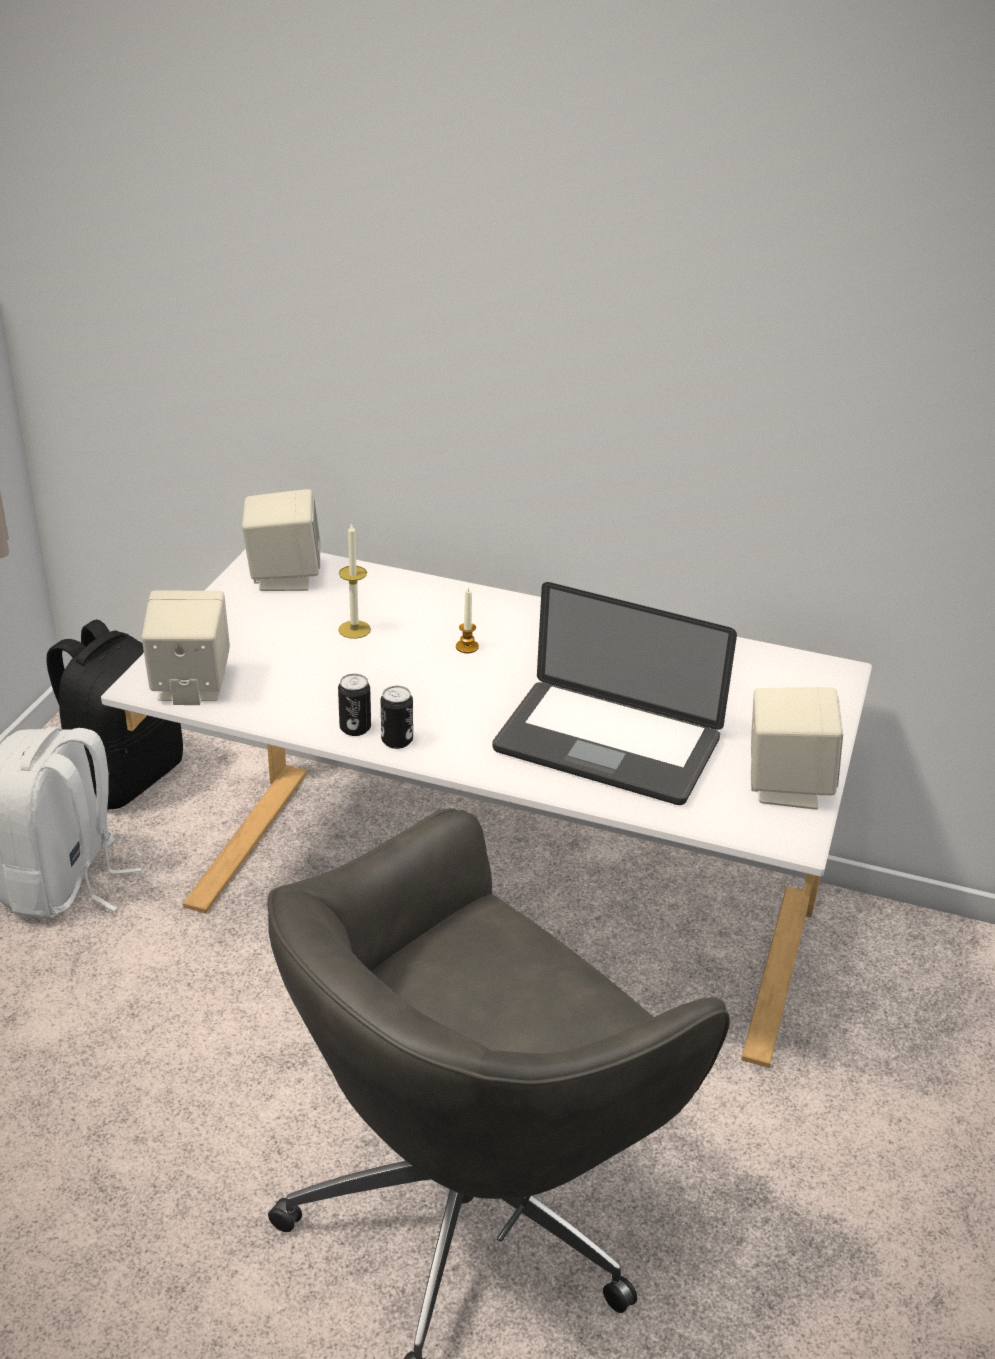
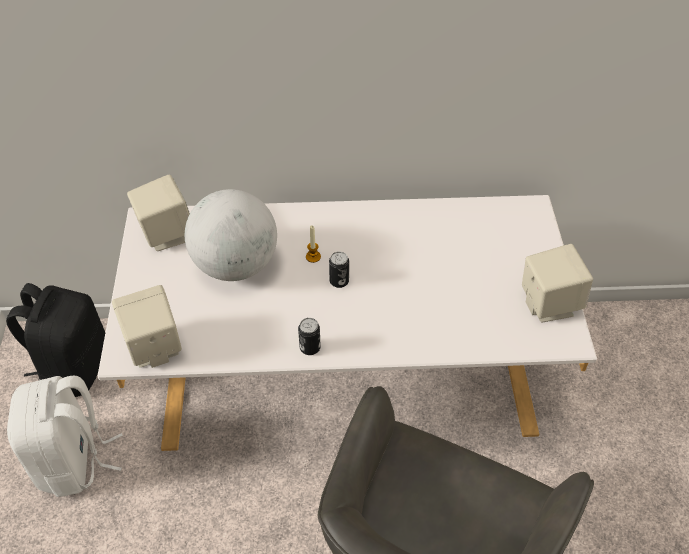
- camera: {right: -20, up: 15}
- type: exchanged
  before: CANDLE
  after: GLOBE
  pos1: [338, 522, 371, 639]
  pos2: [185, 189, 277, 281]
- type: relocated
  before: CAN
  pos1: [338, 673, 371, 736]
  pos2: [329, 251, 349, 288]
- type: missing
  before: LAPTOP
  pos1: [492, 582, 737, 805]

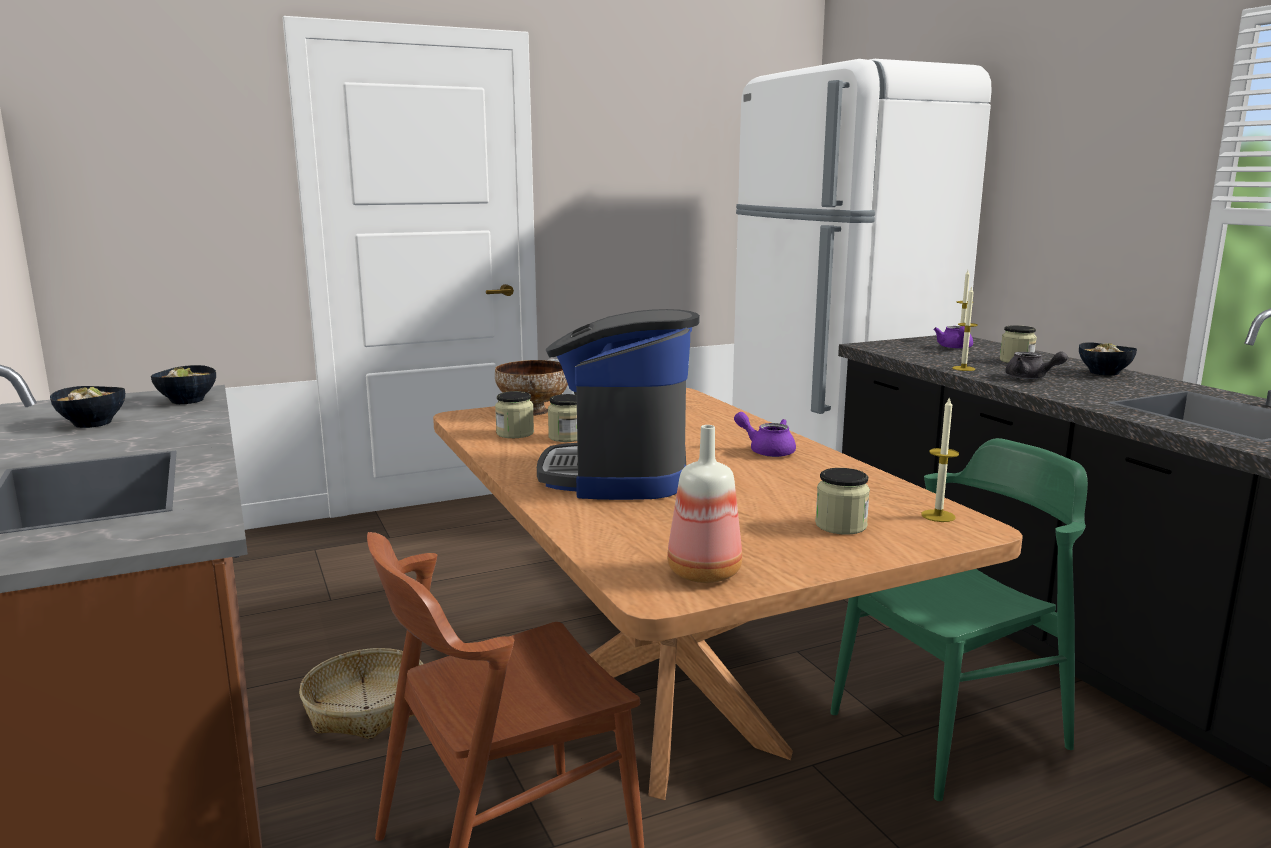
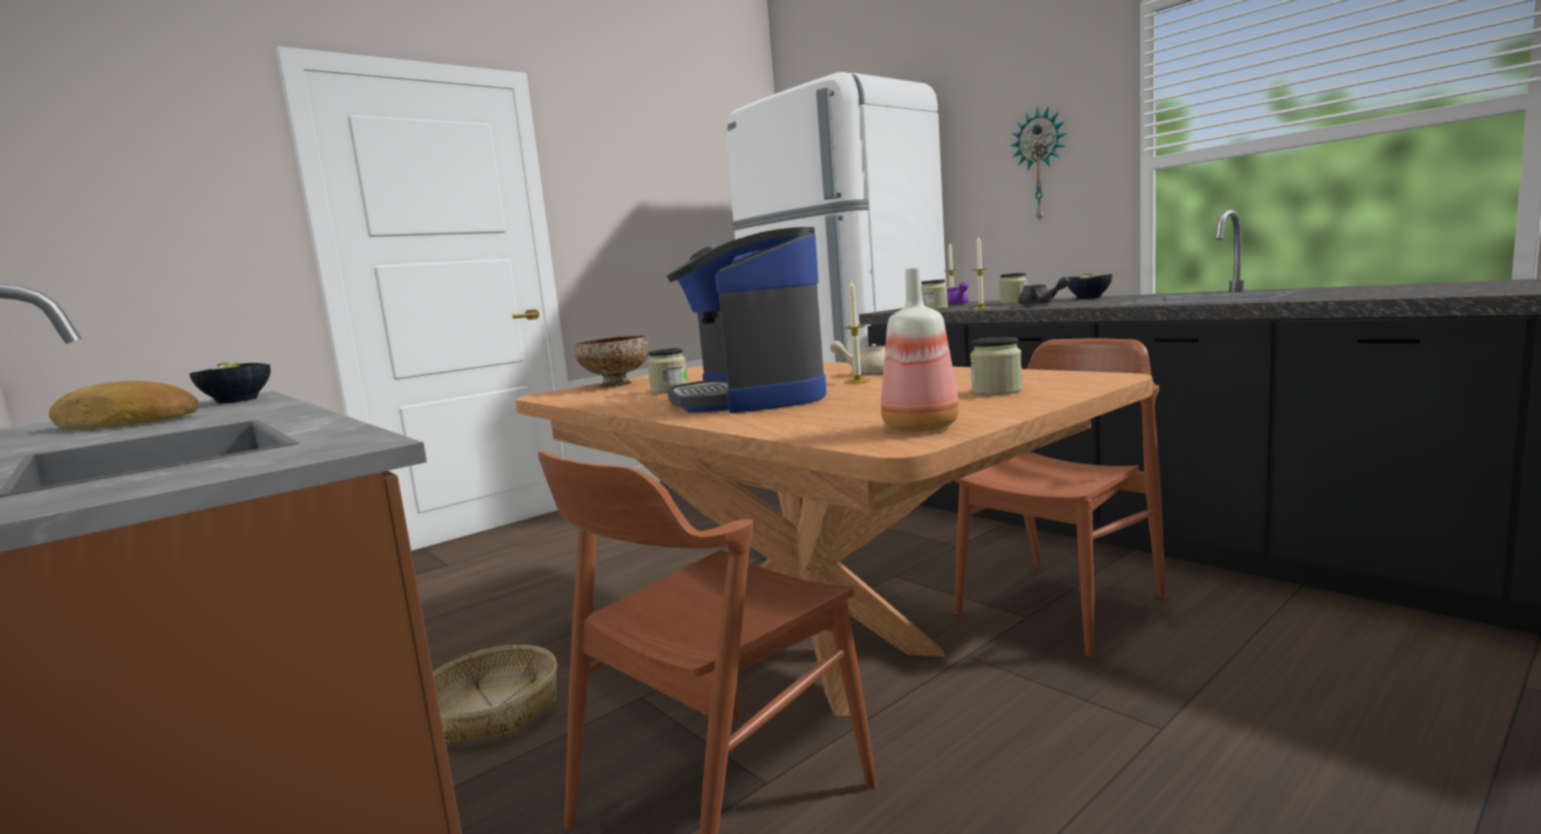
- camera: {right: -15, up: -5}
- type: exchanged
  before: BOWL
  after: BREAD
  pos1: [50, 386, 125, 428]
  pos2: [49, 381, 199, 429]
- type: colour
  before: PURPLE TEAPOT
  after: BEIGE TEAPOT
  pos1: [734, 412, 796, 457]
  pos2: [830, 341, 885, 374]
- type: relocated
  before: CANDLE
  pos1: [921, 396, 959, 522]
  pos2: [843, 280, 871, 384]
- type: relocated
  before: JAR
  pos1: [495, 391, 534, 438]
  pos2: [921, 279, 948, 310]
- type: colour
  before: GREEN CHAIR
  after: BROWN CHAIR
  pos1: [830, 438, 1088, 801]
  pos2: [954, 338, 1166, 657]
- type: appeared
  after: WALL CLOCK
  pos2: [1010, 107, 1067, 223]

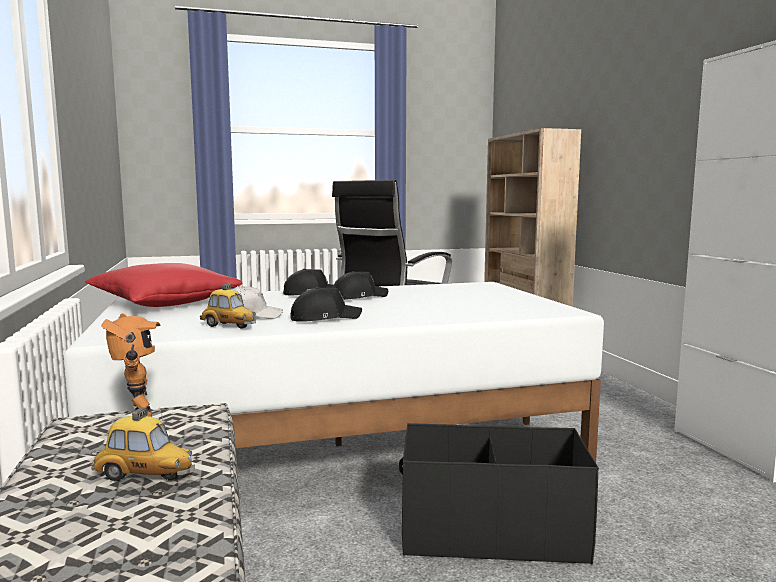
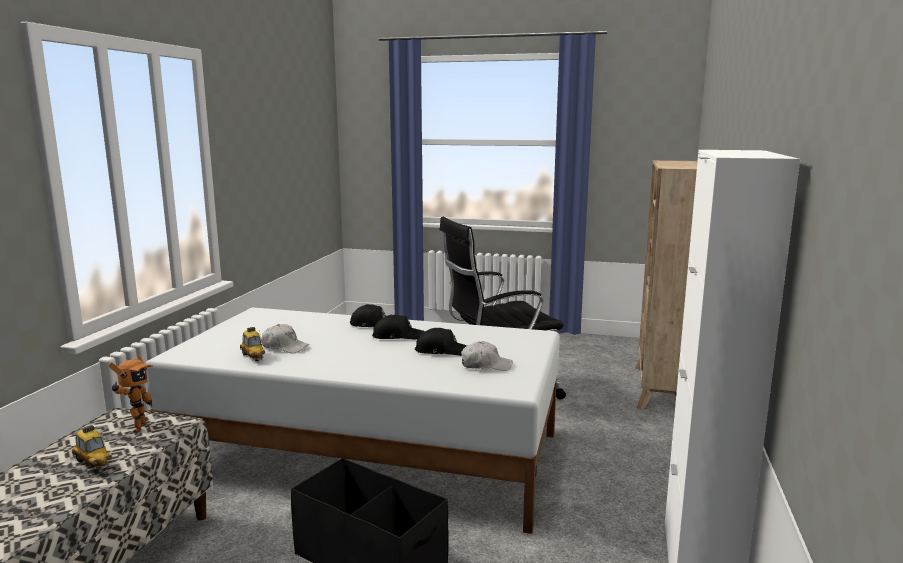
- camera: {right: 30, up: 5}
- type: relocated
  before: BLACK CAP
  pos1: [290, 287, 362, 322]
  pos2: [415, 328, 467, 356]
- type: appeared
  after: WHITE CAP
  pos2: [461, 341, 513, 371]
- type: missing
  before: RED PILLOW
  pos1: [85, 263, 242, 307]

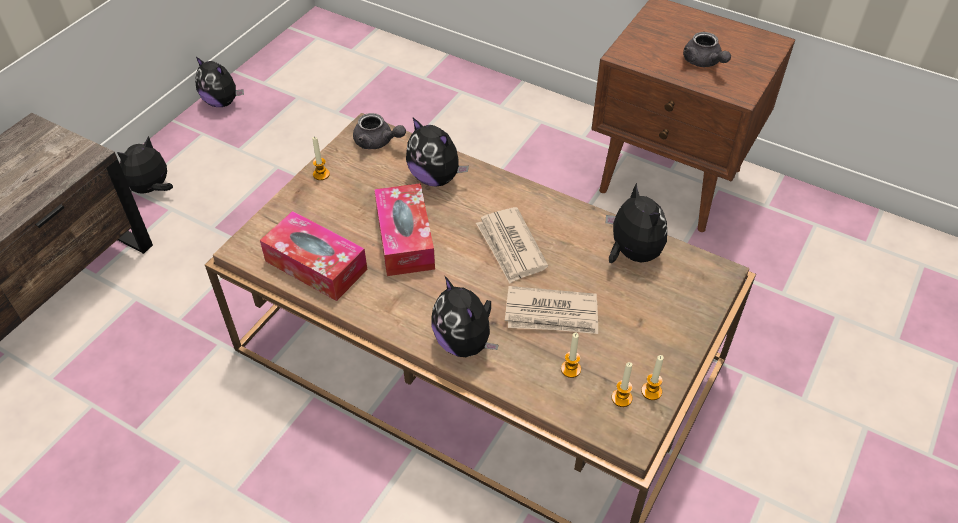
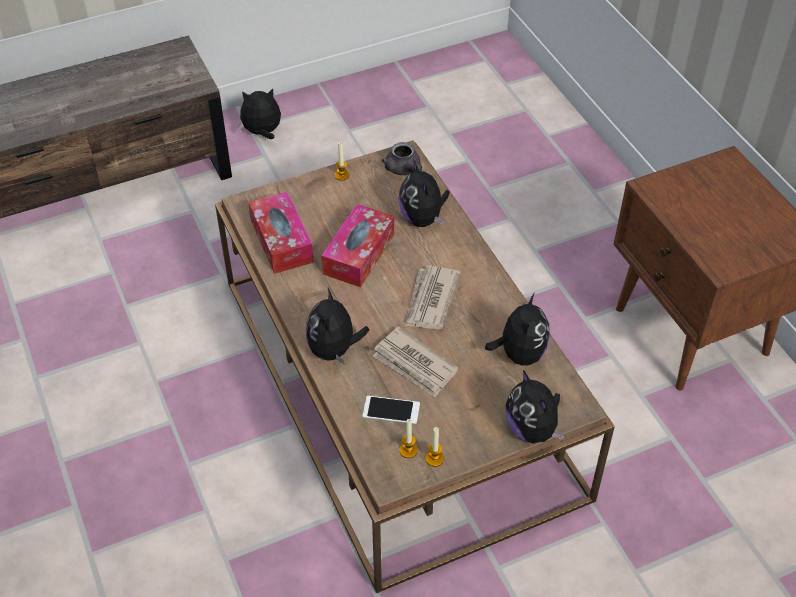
- camera: {right: 35, up: 0}
- type: exchanged
  before: CANDLE
  after: PHONE
  pos1: [561, 332, 581, 378]
  pos2: [363, 396, 420, 424]
- type: relocated
  before: PLUSH TOY
  pos1: [195, 57, 244, 107]
  pos2: [506, 370, 565, 443]
- type: missing
  before: GREY TEAPOT
  pos1: [683, 32, 731, 67]

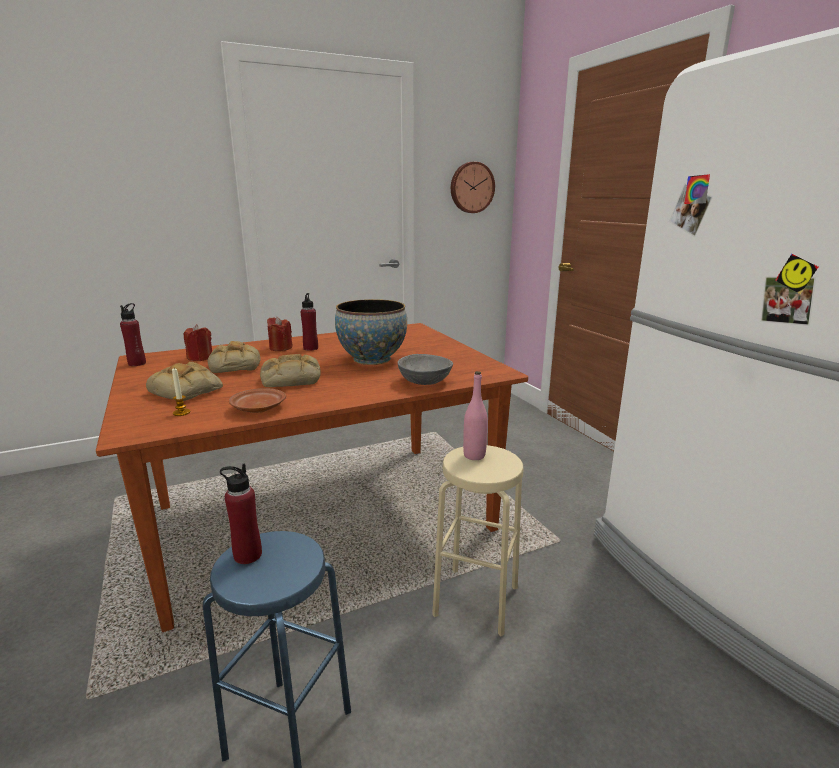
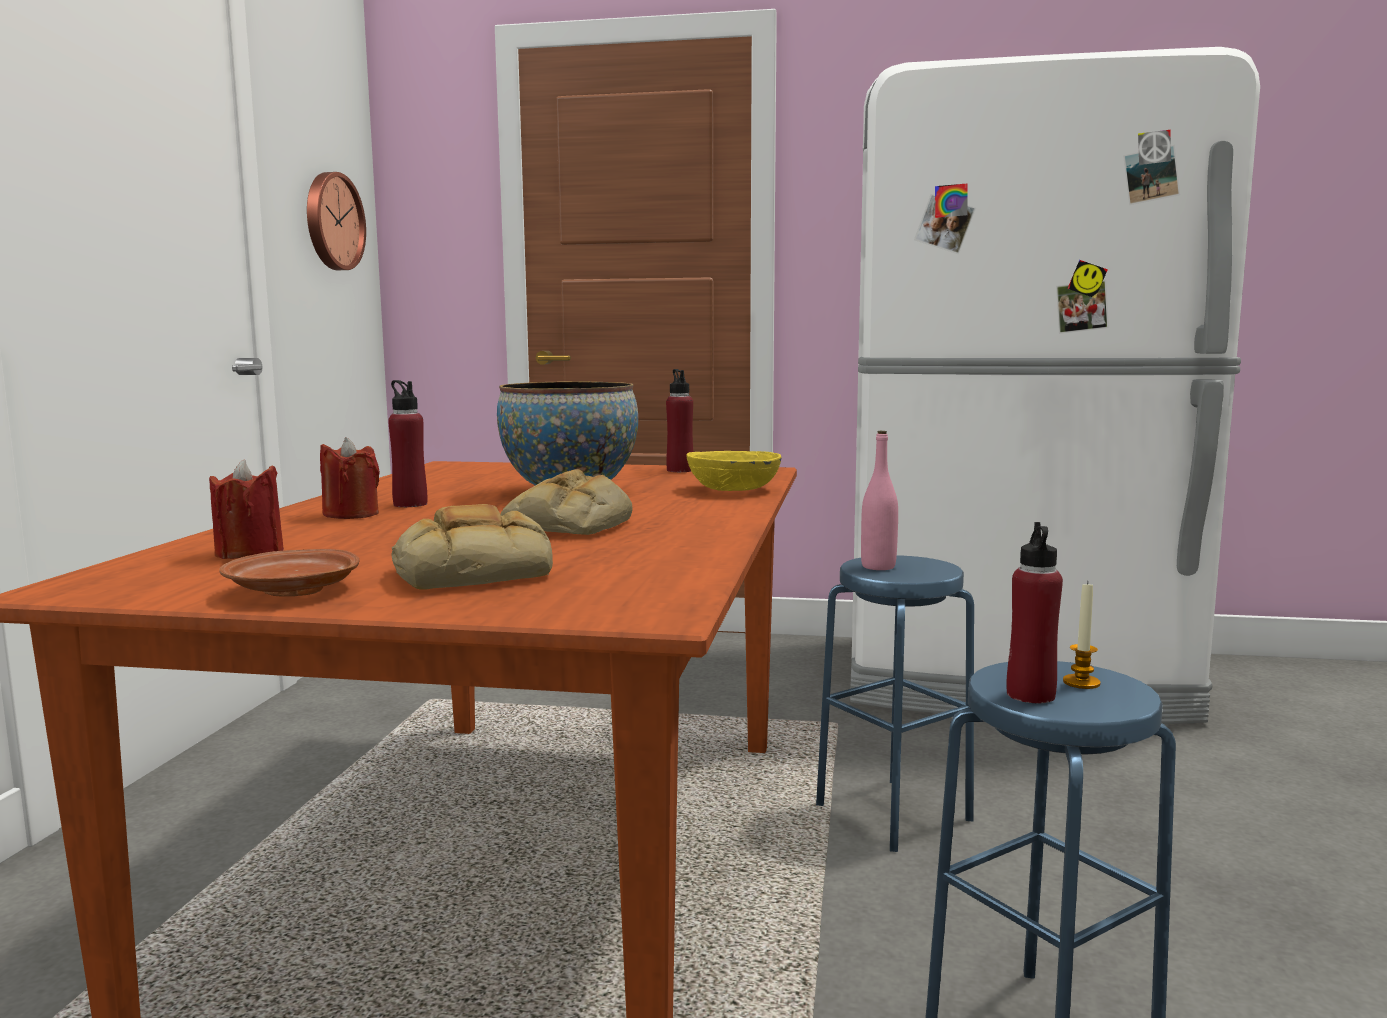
- camera: {right: -55, up: -10}
- type: relocated
  before: BROWN PLATE
  pos1: [229, 388, 286, 413]
  pos2: [219, 549, 360, 597]
- type: relocated
  before: RED BOTTLE
  pos1: [120, 303, 146, 366]
  pos2: [666, 369, 693, 472]
- type: colour
  before: GREY BOWL
  after: YELLOW BOWL
  pos1: [398, 354, 453, 385]
  pos2: [686, 451, 782, 491]
- type: colour
  before: BEIGE STOOL
  after: BLUE STOOL
  pos1: [432, 445, 524, 636]
  pos2: [816, 555, 974, 852]
- type: relocated
  before: CANDLE
  pos1: [172, 368, 190, 416]
  pos2: [1063, 581, 1101, 689]
- type: missing
  before: BREAD
  pos1: [207, 341, 261, 373]

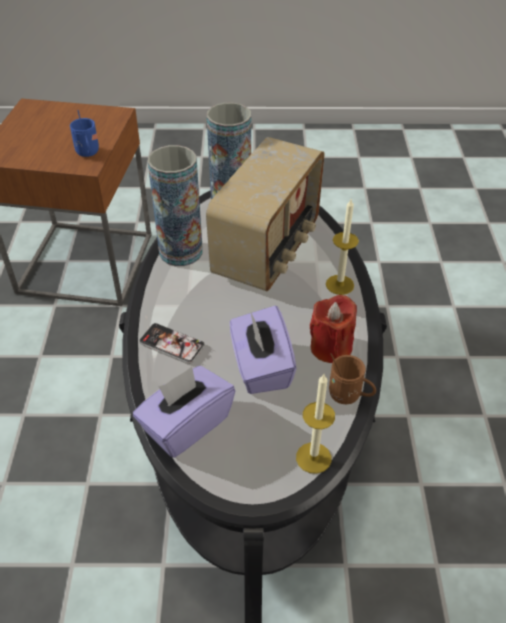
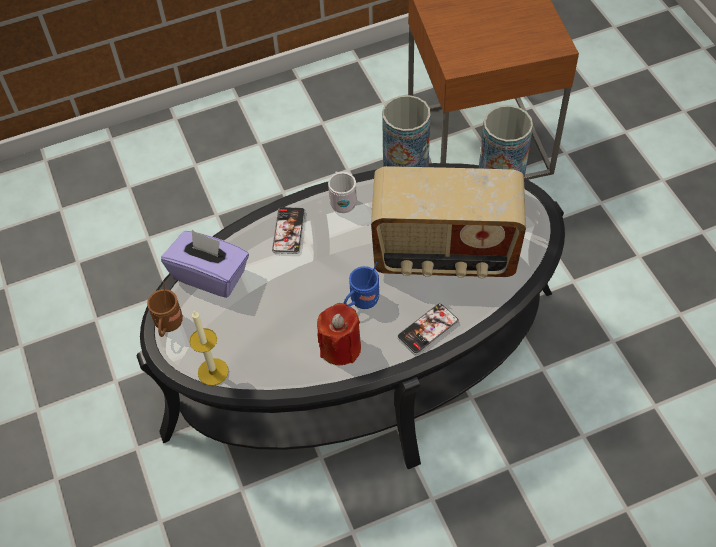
- camera: {right: 70, up: 10}
- type: relocated
  before: BROWN MUG
  pos1: [329, 353, 376, 404]
  pos2: [147, 281, 183, 337]
- type: appeared
  after: WHITE MUG
  pos2: [328, 171, 357, 213]
- type: relocated
  before: BLUE MUG
  pos1: [70, 110, 99, 157]
  pos2: [344, 262, 379, 309]
- type: exchanged
  before: CANDLE
  after: PHONE
  pos1: [326, 199, 359, 295]
  pos2: [397, 303, 459, 355]
- type: missing
  before: PURPLE TISSUE BOX
  pos1: [230, 306, 297, 394]

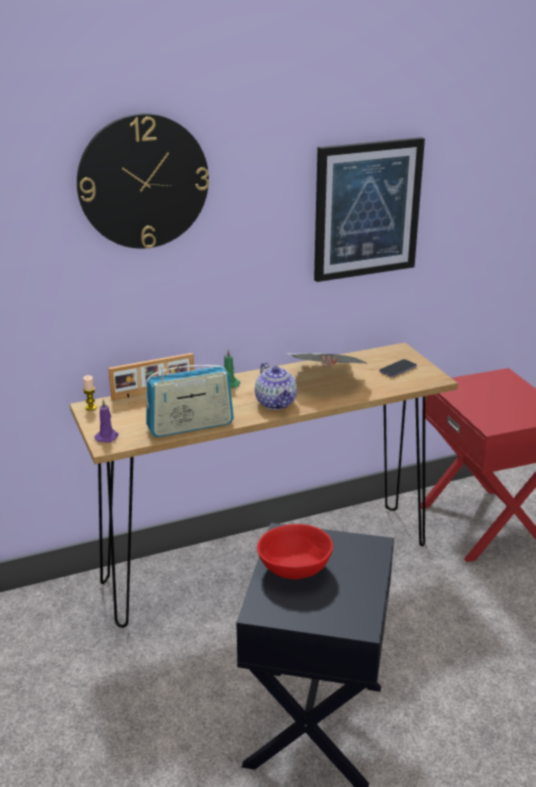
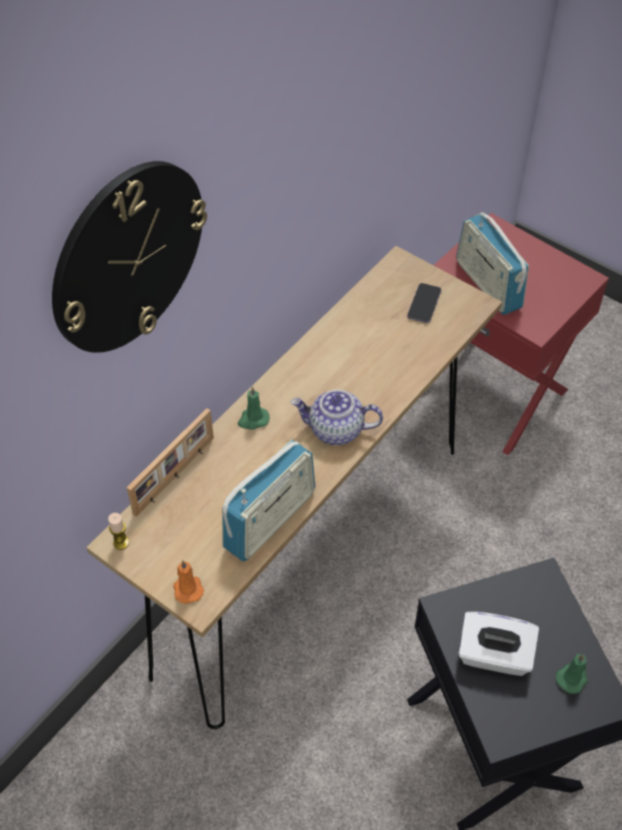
- camera: {right: -30, up: 25}
- type: colour
  before: PURPLE CANDLE
  after: ORANGE CANDLE
  pos1: [94, 399, 118, 443]
  pos2: [173, 560, 204, 604]
- type: spun
  before: TEAPOT
  pos1: [255, 362, 297, 410]
  pos2: [291, 389, 383, 445]
  turn: 150
- type: appeared
  after: RADIO
  pos2: [456, 212, 529, 315]
- type: exchanged
  before: RED BOWL
  after: WHITE TISSUE BOX
  pos1: [257, 524, 333, 579]
  pos2: [458, 612, 539, 676]
- type: appeared
  after: GREEN CANDLE
  pos2: [556, 654, 588, 694]
- type: missing
  before: NEWSPAPER
  pos1: [286, 353, 367, 367]
- type: missing
  before: PICTURE
  pos1: [314, 137, 425, 282]

